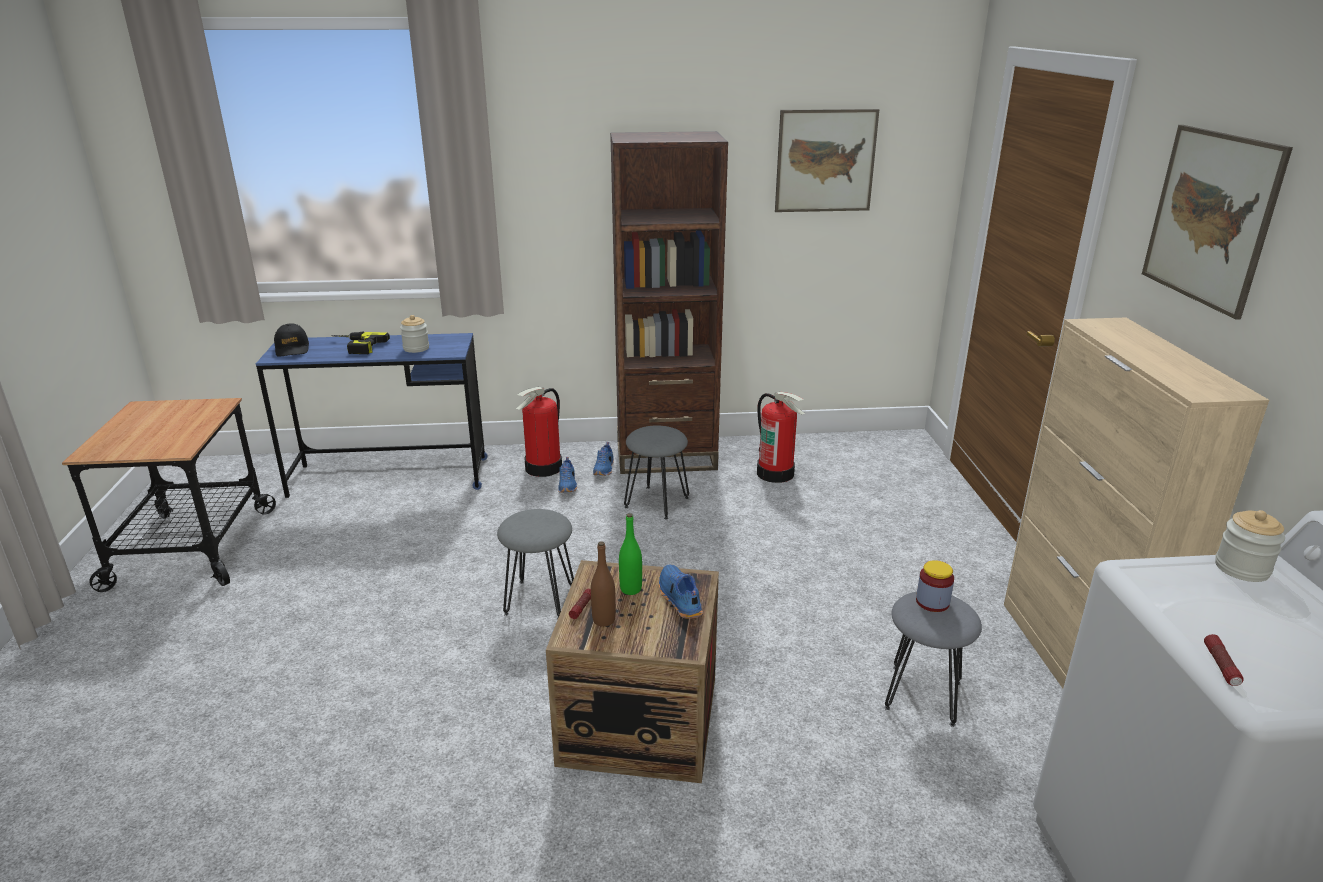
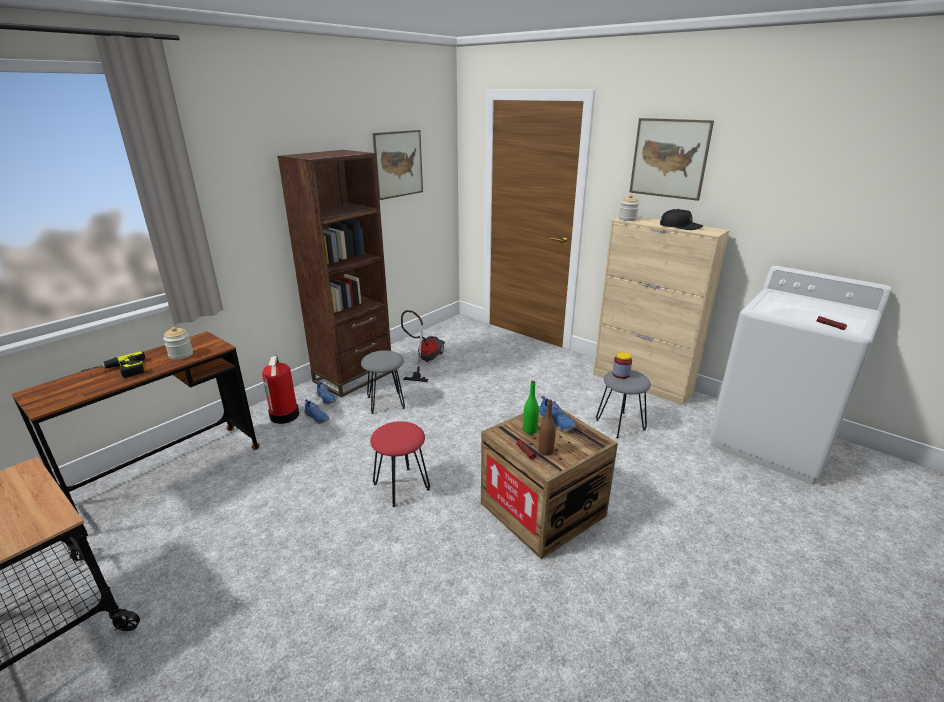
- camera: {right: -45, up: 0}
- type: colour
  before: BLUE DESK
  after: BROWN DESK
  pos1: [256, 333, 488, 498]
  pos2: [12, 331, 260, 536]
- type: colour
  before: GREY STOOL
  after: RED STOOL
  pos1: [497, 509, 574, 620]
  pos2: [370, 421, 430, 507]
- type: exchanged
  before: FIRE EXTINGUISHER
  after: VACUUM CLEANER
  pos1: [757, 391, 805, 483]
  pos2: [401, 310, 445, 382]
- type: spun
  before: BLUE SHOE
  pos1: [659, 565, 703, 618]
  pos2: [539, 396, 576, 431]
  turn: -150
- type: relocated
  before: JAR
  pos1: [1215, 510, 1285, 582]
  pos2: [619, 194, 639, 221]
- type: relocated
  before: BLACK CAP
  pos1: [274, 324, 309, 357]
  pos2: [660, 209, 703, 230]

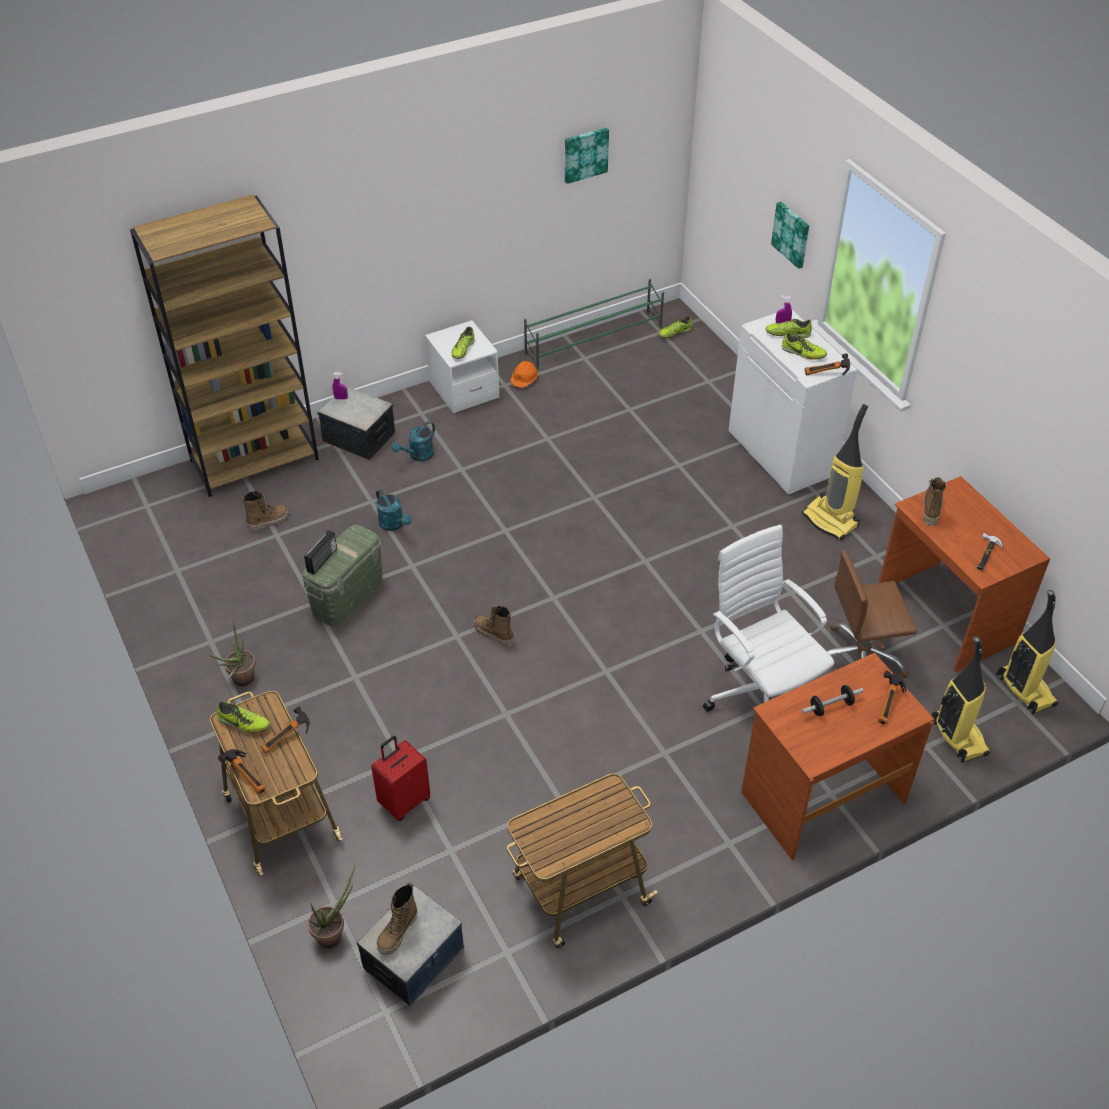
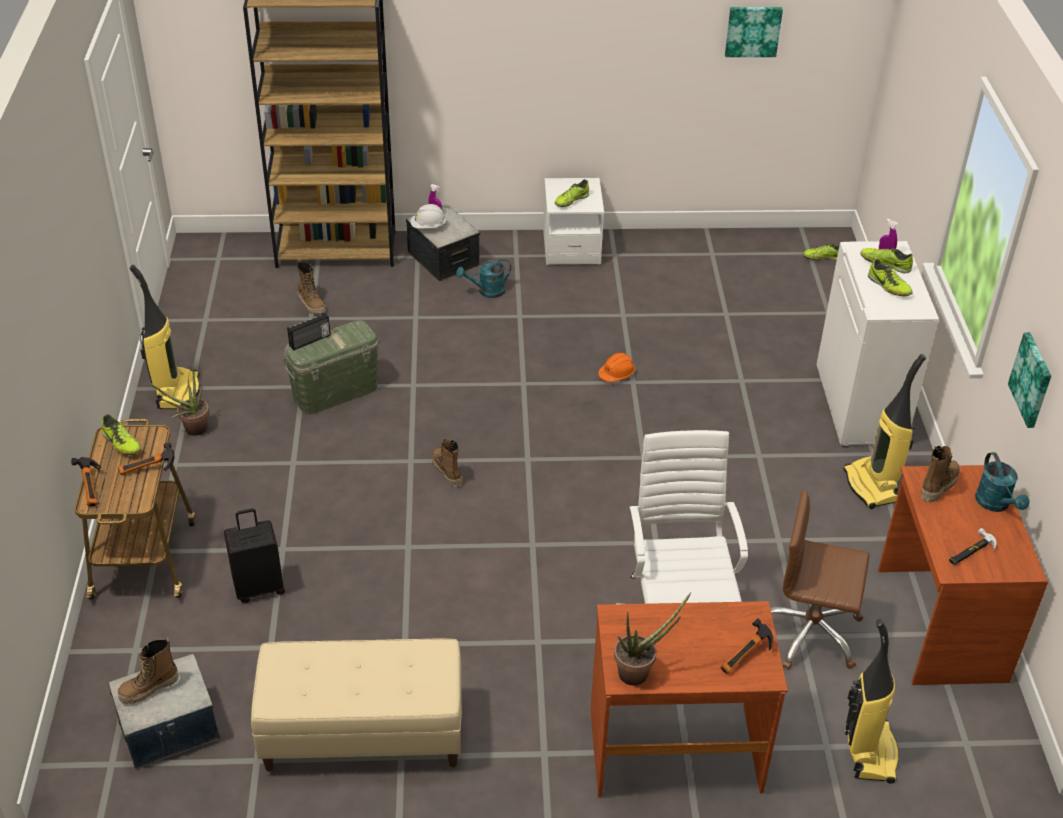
- camera: {right: 25, up: -5}
- type: relocated
  before: VACUUM CLEANER
  pos1: [996, 590, 1058, 714]
  pos2: [130, 265, 200, 409]
- type: colour
  before: RED SUITCASE
  after: BLACK SUITCASE
  pos1: [371, 736, 430, 821]
  pos2: [224, 508, 285, 603]
- type: exchanged
  before: CART
  after: BEIGE BENCH
  pos1: [507, 773, 658, 948]
  pos2: [251, 638, 462, 772]
- type: spun
  before: BOOT
  pos1: [242, 491, 289, 532]
  pos2: [297, 259, 326, 315]
  turn: 60
- type: appeared
  after: WHITE HARD HAT
  pos2: [410, 204, 447, 228]
- type: relocated
  before: ORANGE HARD HAT
  pos1: [510, 361, 538, 387]
  pos2: [598, 353, 636, 382]
- type: relocated
  before: POTTED PLANT
  pos1: [308, 864, 355, 948]
  pos2: [614, 592, 691, 686]
- type: relocated
  before: TURQUOISE WATERING CAN
  pos1: [376, 489, 412, 531]
  pos2: [975, 452, 1030, 512]
- type: relocated
  before: PICTURE
  pos1: [771, 201, 809, 269]
  pos2: [1008, 332, 1051, 428]
- type: missing
  before: GREEN SHOE RACK
  pos1: [524, 279, 664, 369]
- type: missing
  before: DUMBBELL
  pos1: [801, 685, 864, 716]
- type: missing
  before: HAMMER
  pos1: [805, 353, 850, 376]

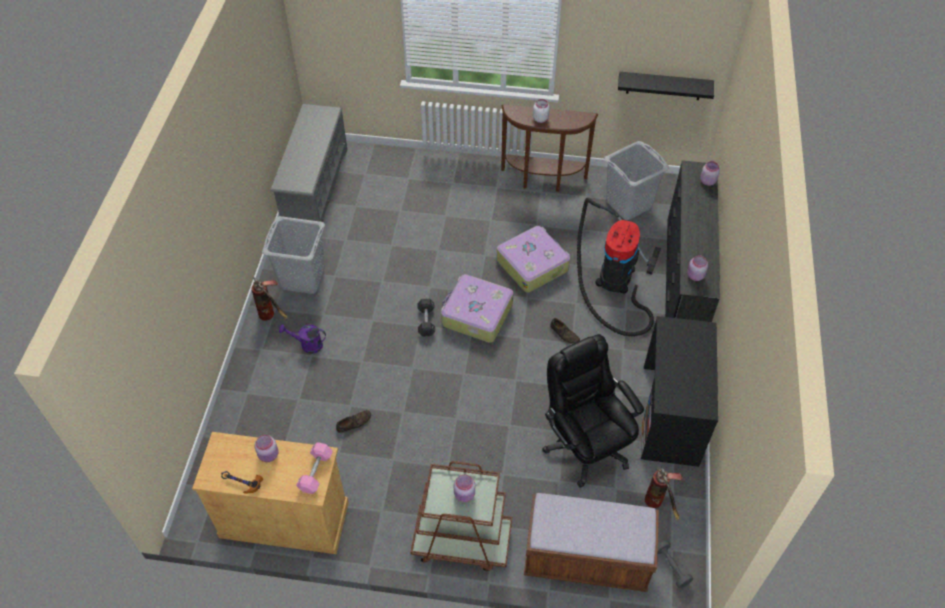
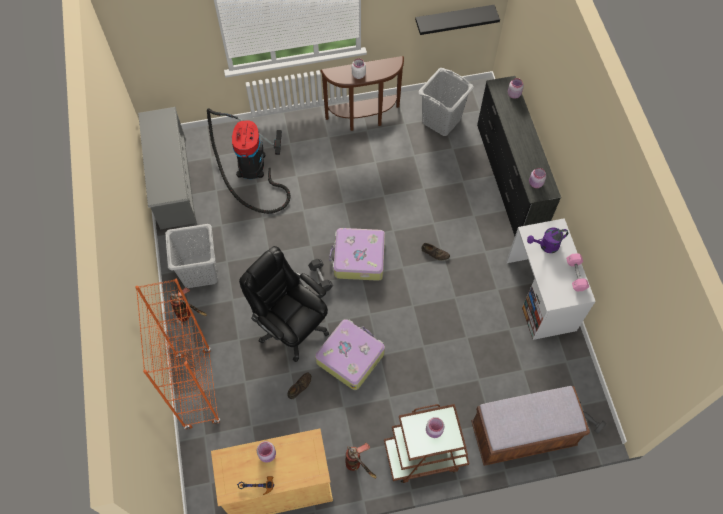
- camera: {right: -20, up: 10}
- type: appeared
  after: ORANGE BOOKCASE
  pos2: [135, 279, 220, 430]
- type: relocated
  before: VACUUM CLEANER
  pos1: [577, 198, 661, 336]
  pos2: [207, 108, 290, 214]
- type: relocated
  before: BLACK OFFICE CHAIR
  pos1: [542, 334, 644, 488]
  pos2: [239, 246, 329, 362]
- type: relocated
  before: SUITCASE
  pos1: [497, 226, 570, 293]
  pos2: [315, 319, 385, 390]
- type: relocated
  before: FIRE EXTINGUISHER
  pos1: [645, 466, 683, 520]
  pos2: [346, 443, 377, 479]
- type: colour
  before: BLACK DESK
  after: WHITE DESK
  pos1: [641, 316, 718, 467]
  pos2: [506, 218, 596, 340]
- type: relocated
  before: PURPLE WATERING CAN
  pos1: [279, 324, 326, 354]
  pos2: [527, 227, 568, 253]
- type: relocated
  before: PINK DUMBBELL
  pos1: [296, 443, 333, 494]
  pos2: [566, 253, 589, 291]

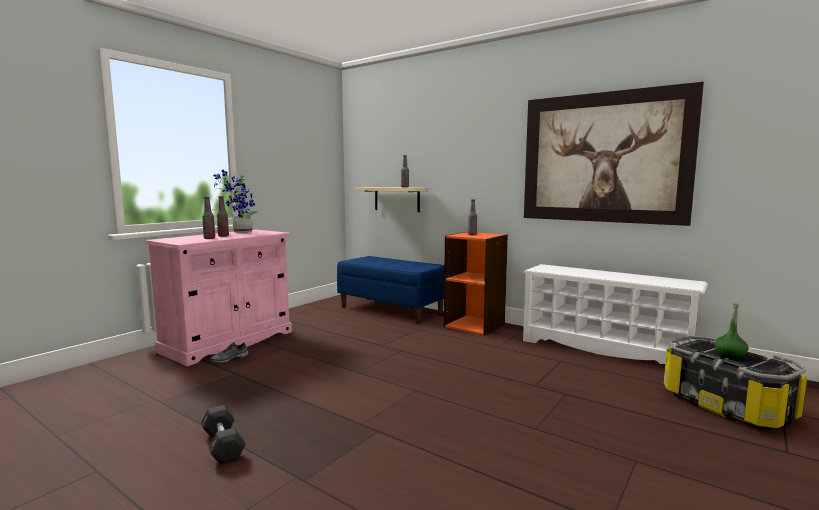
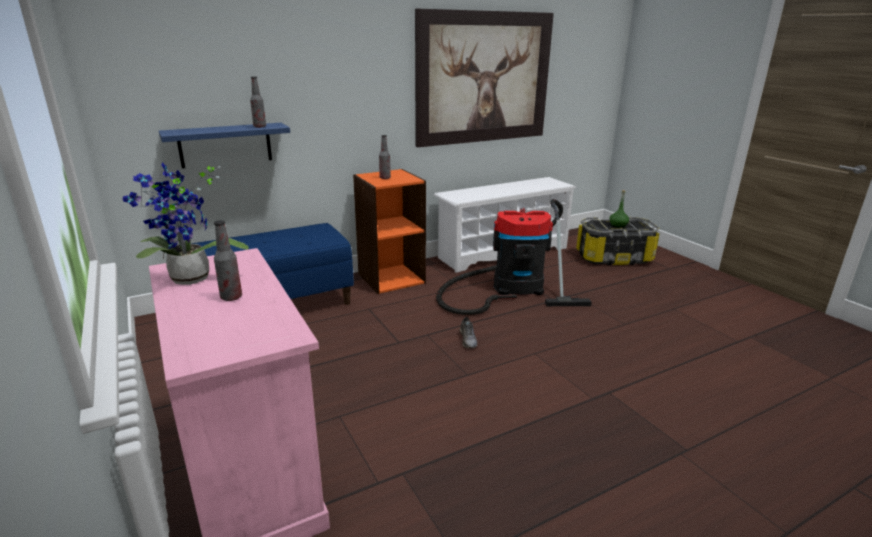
- camera: {right: -65, up: 15}
- type: colour
  before: BEIGE SHELF
  after: BLUE SHELF
  pos1: [355, 187, 427, 212]
  pos2: [159, 123, 290, 168]
- type: appeared
  after: VACUUM CLEANER
  pos2: [436, 199, 591, 315]
- type: relocated
  before: GREY SHOE
  pos1: [210, 342, 249, 363]
  pos2: [460, 317, 477, 348]
- type: missing
  before: GREY DUMBBELL
  pos1: [201, 405, 246, 465]
- type: missing
  before: BOTTLE
  pos1: [202, 197, 215, 239]

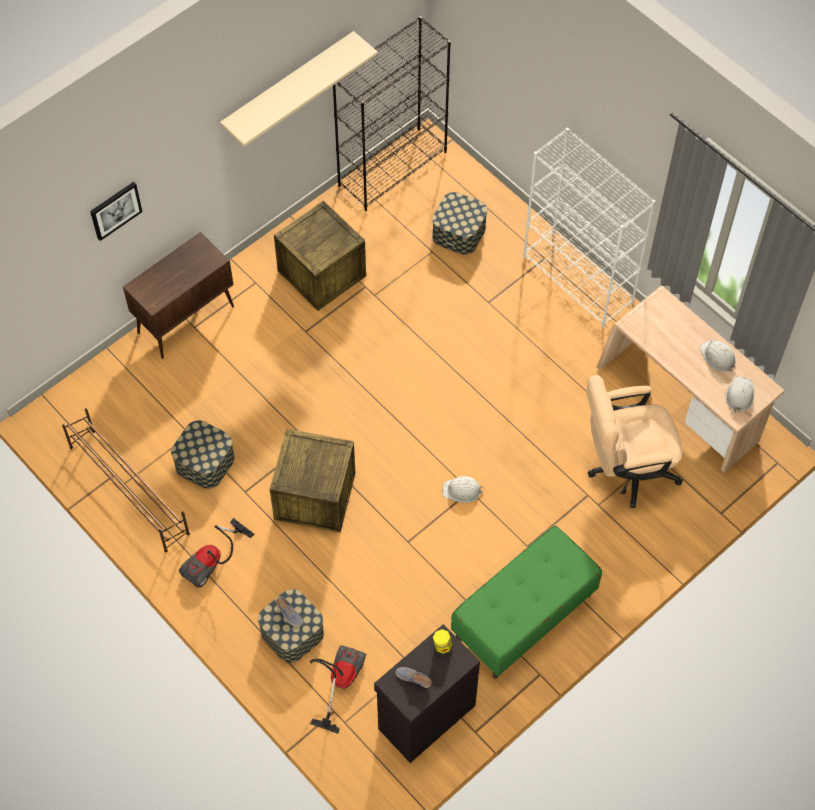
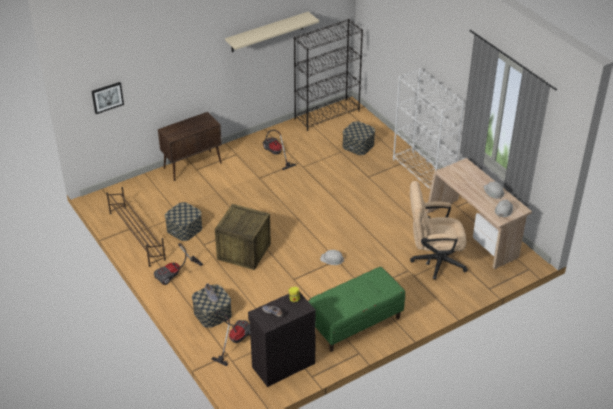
- camera: {right: 10, up: -20}
- type: relocated
  before: PICTURE
  pos1: [90, 182, 142, 241]
  pos2: [92, 82, 124, 114]
- type: exchanged
  before: CRATE
  after: VACUUM CLEANER
  pos1: [274, 200, 366, 311]
  pos2: [262, 130, 296, 170]

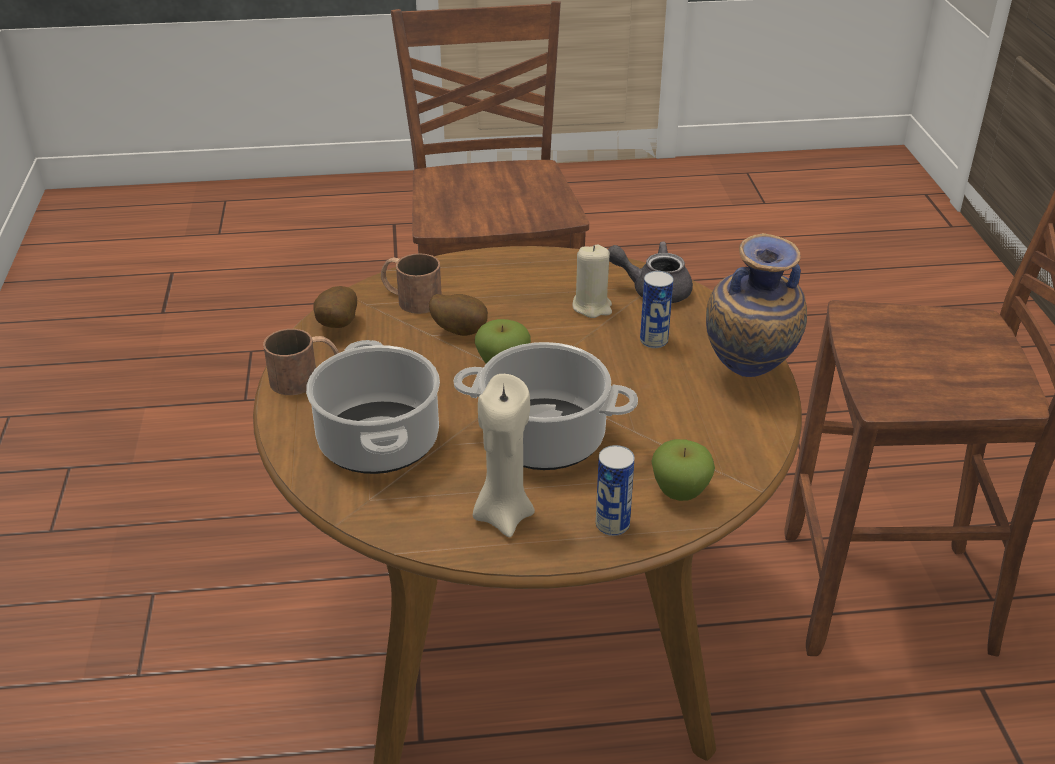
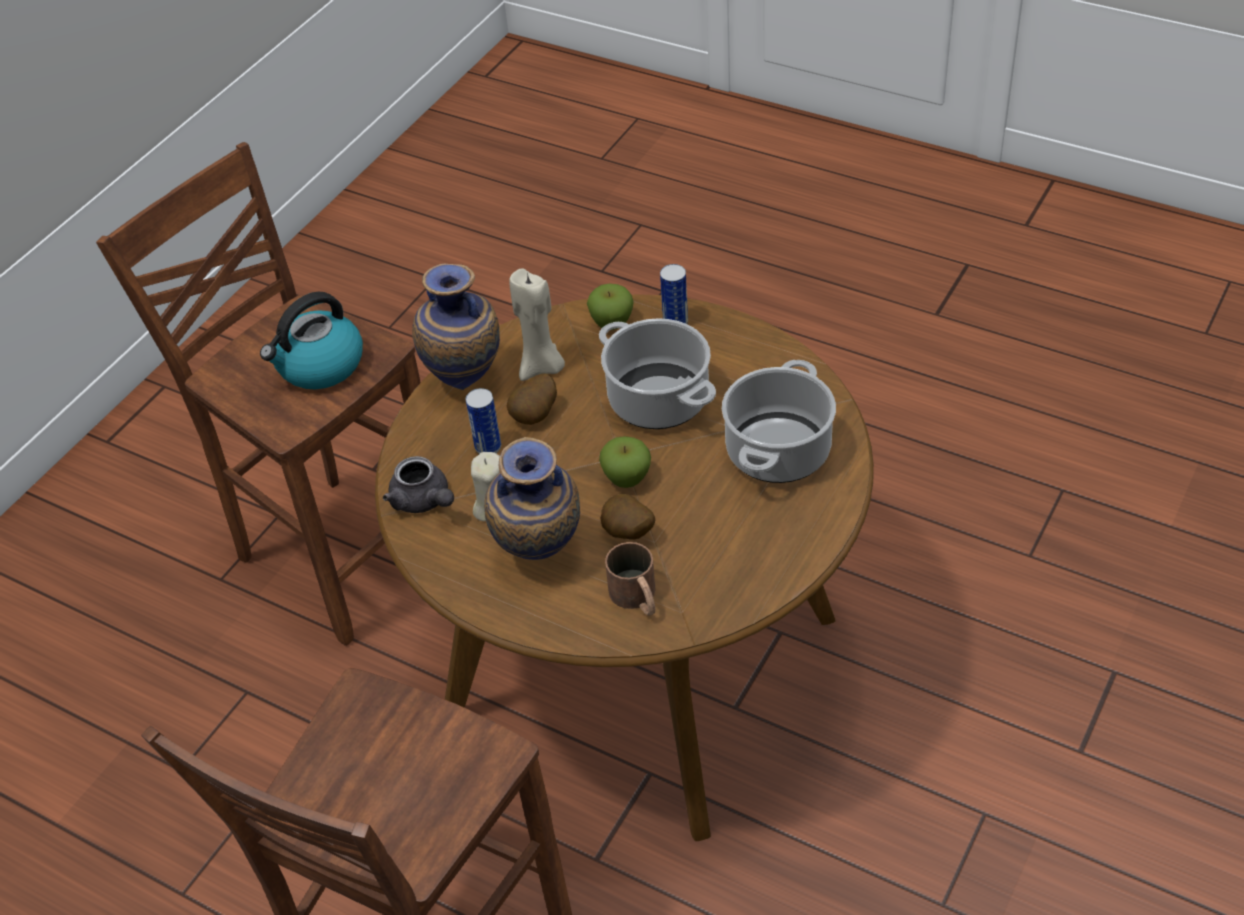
- camera: {right: -140, up: 10}
- type: appeared
  after: KETTLE
  pos2: [260, 291, 363, 389]
- type: appeared
  after: VASE
  pos2: [484, 437, 580, 560]
- type: relocated
  before: POTATO
  pos1: [314, 286, 357, 328]
  pos2: [507, 373, 557, 425]
- type: relocated
  before: BEIGE CANDLE
  pos1: [473, 374, 535, 538]
  pos2: [509, 268, 565, 381]
- type: missing
  before: BROWN MUG
  pos1: [263, 329, 339, 395]

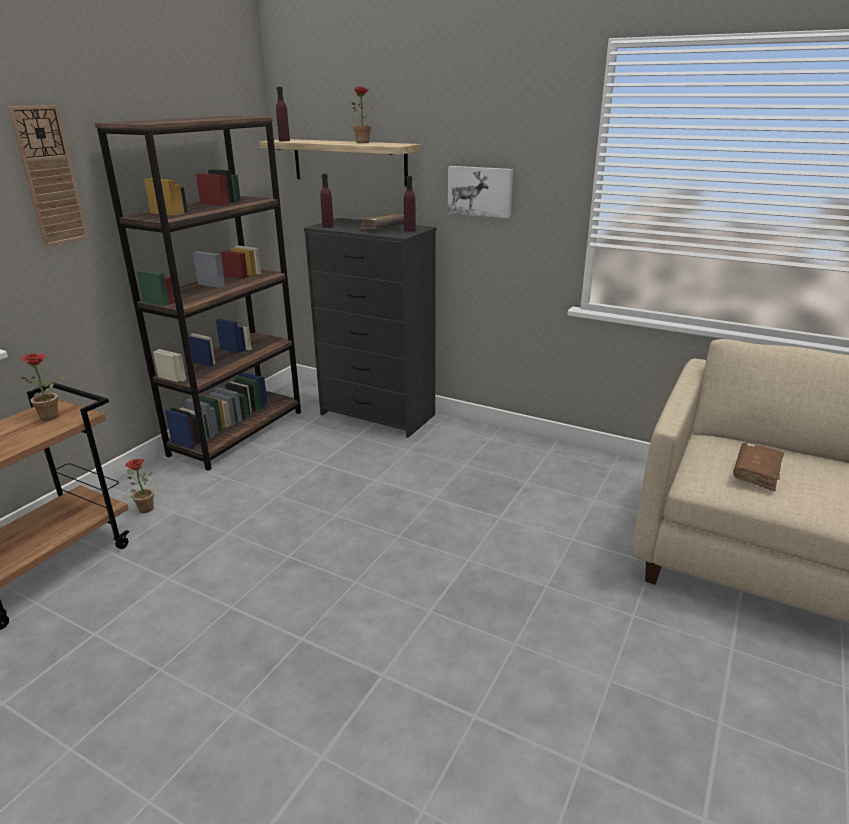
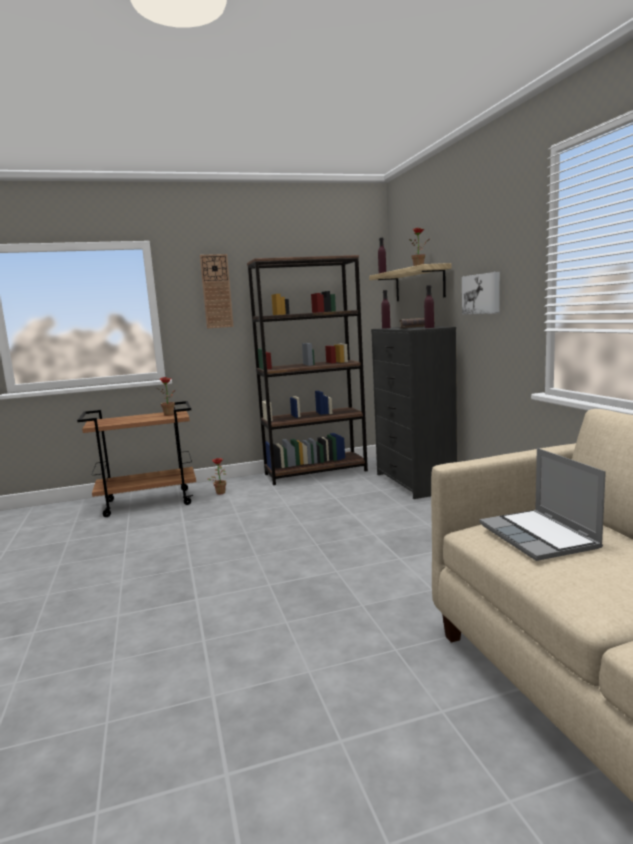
- camera: {right: 45, up: -15}
- type: exchanged
  before: BROWN BOOK
  after: LAPTOP
  pos1: [733, 442, 784, 491]
  pos2: [480, 448, 606, 561]

